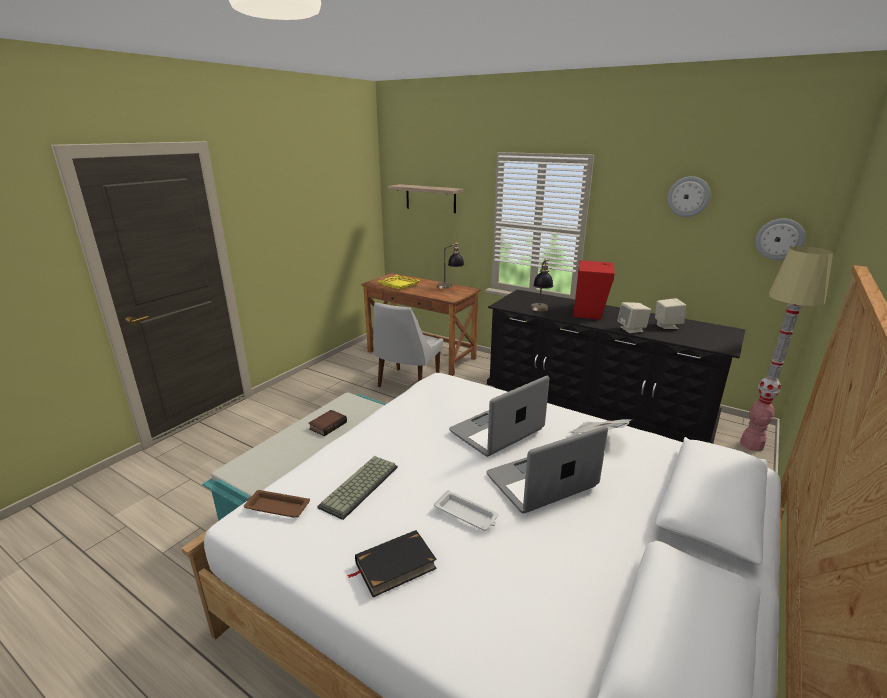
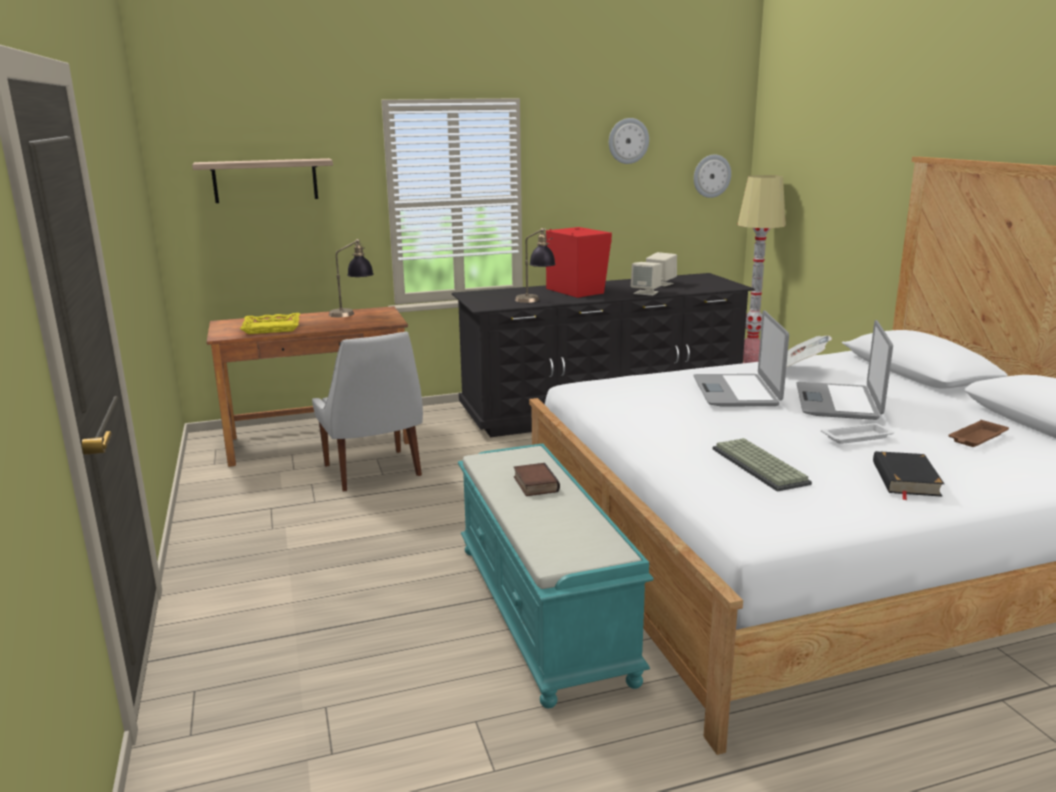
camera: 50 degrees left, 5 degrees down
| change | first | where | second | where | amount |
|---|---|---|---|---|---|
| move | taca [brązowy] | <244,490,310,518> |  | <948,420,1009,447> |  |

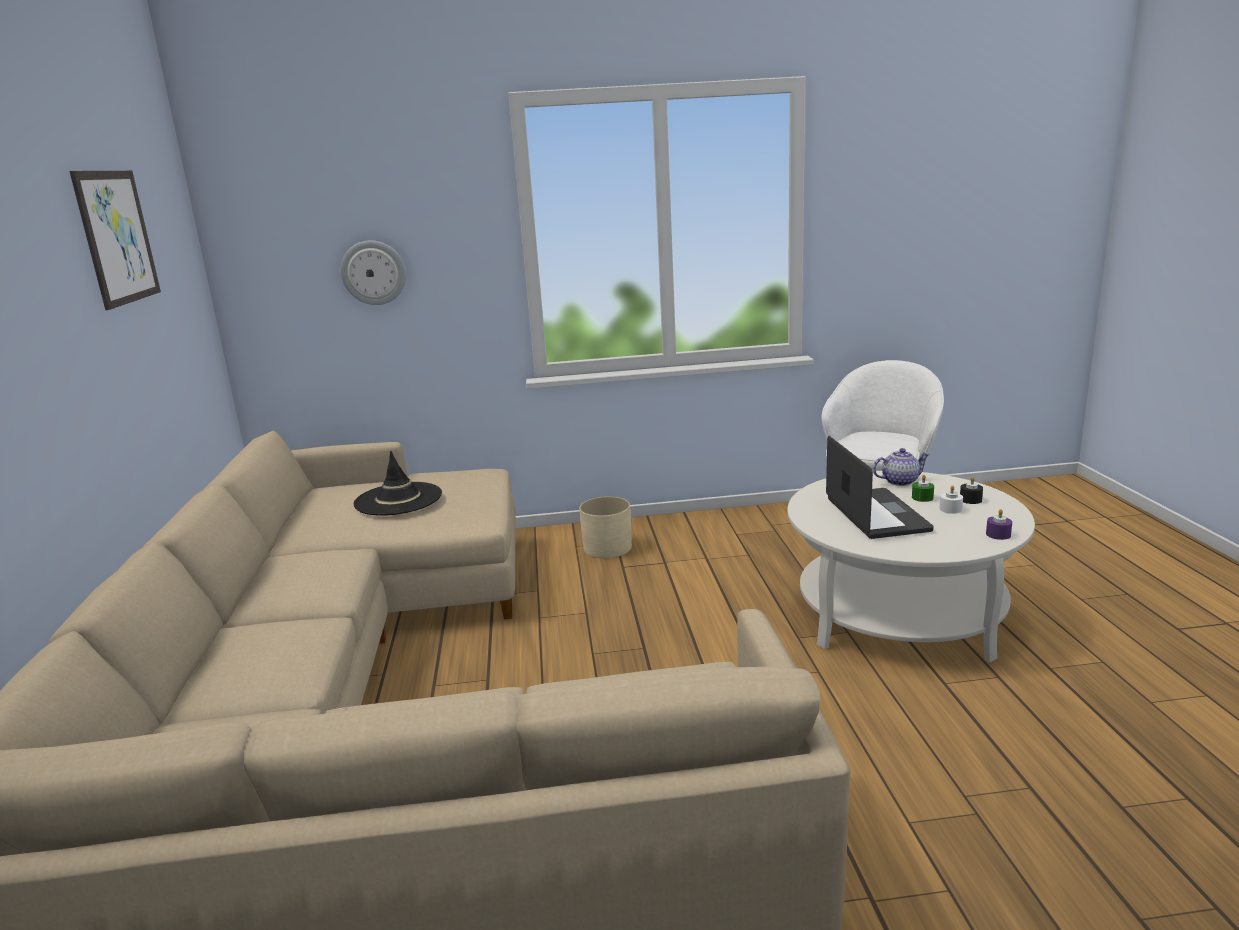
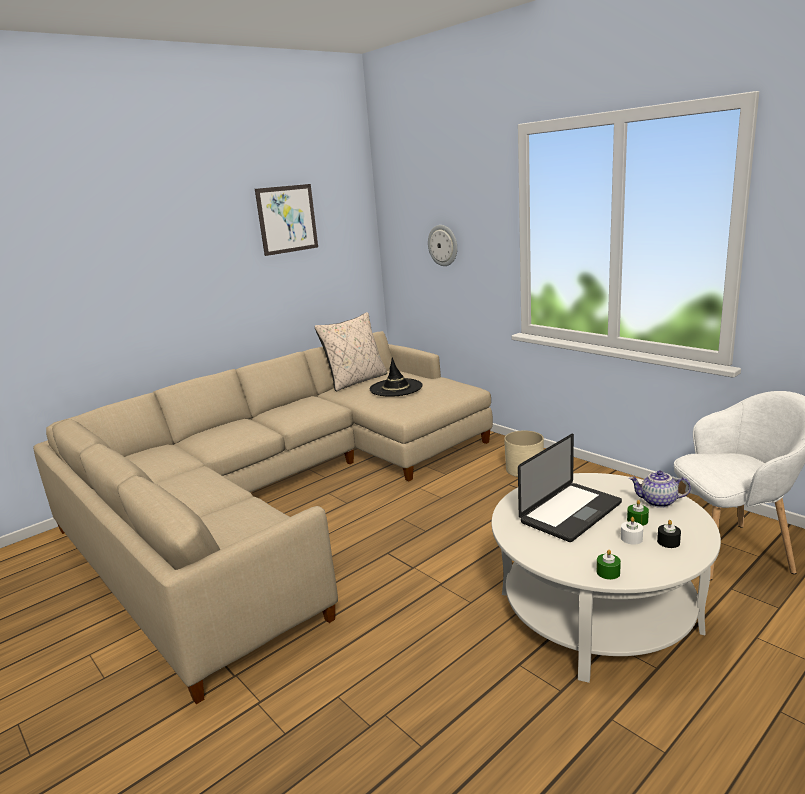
camera: 55 degrees right, 0 degrees up
| change | first | where | second | where | amount |
|---|---|---|---|---|---|
| insert |  |  | poduszka [beżowy] | <315,312,387,391> |  |
| recolor | świeca [fioletowy] | <986,509,1012,540> | świeca [zielony] | <597,549,621,580> |  |
| rotate | imbryk | <873,448,930,486> |  | <629,471,691,508> | 150 degrees clockwise |

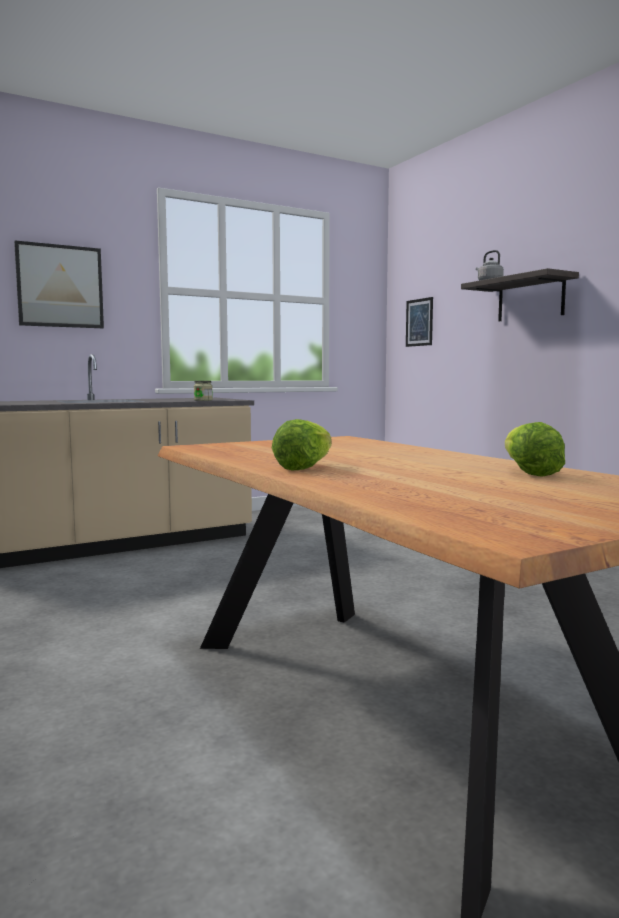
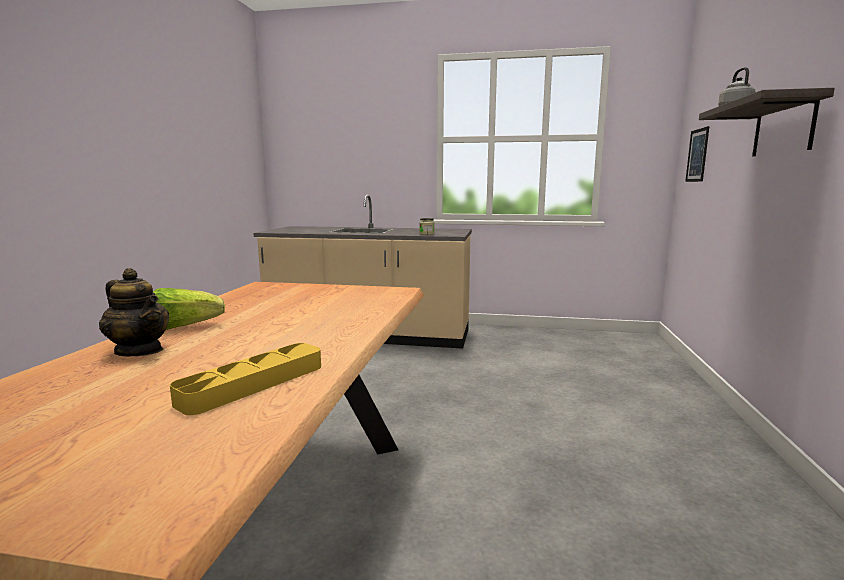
camera: 40 degrees right, 5 degrees up
| change | first | where | second | where | amount |
|---|---|---|---|---|---|
| insert |  |  | imbryk | <99,268,169,356> |  |
| replace | sałata | <505,422,565,477> | taca [żółty] | <170,343,321,415> |  |
| delete | obraz | <14,240,104,328> |  |  |  |

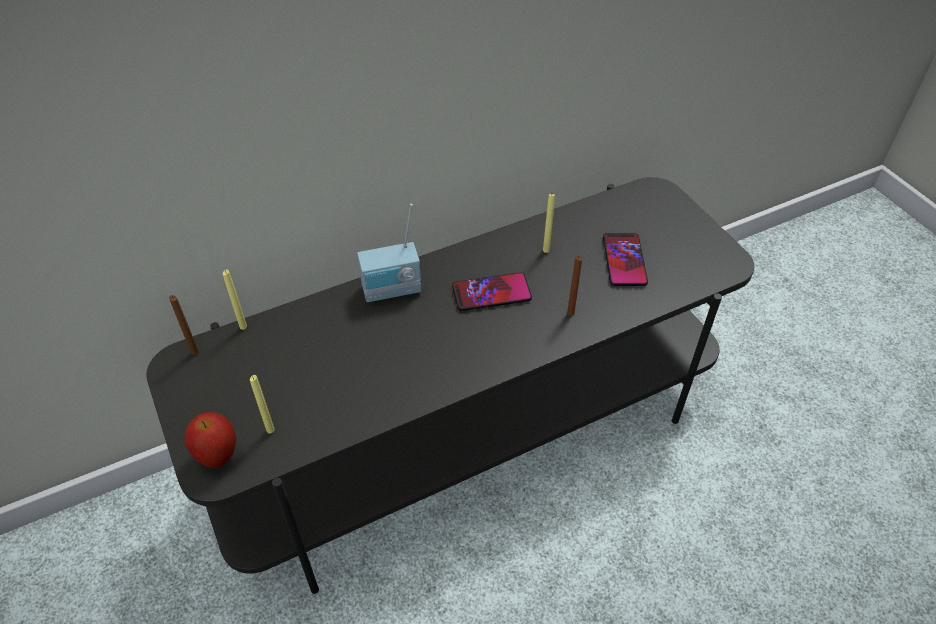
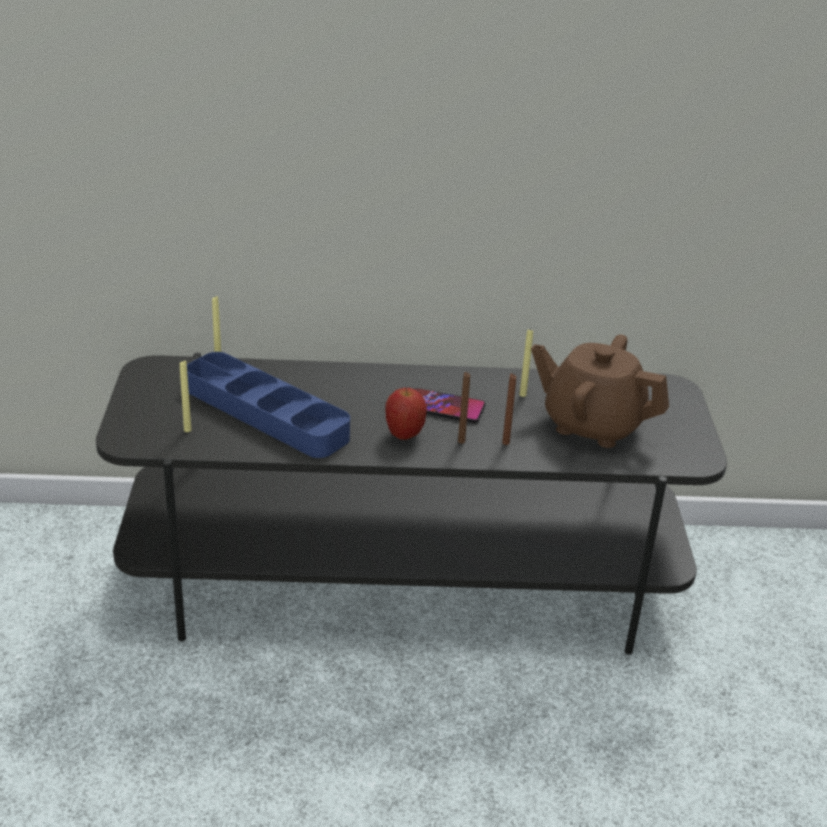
camera: 25 degrees right, 15 degrees down
| change | first | where | second | where | amount |
|---|---|---|---|---|---|
| insert |  |  | taca [niebieski] | <187,352,350,458> |  |
| move | jabłko | <184,412,237,468> |  | <385,388,427,440> |  |
| move | świeca [brązowy] | <169,295,199,355> |  | <458,372,470,444> |  |
| replace | telefon | <603,233,648,286> | imbryk [brązowy] | <531,334,669,448> |  |
| delete | radio | <357,204,421,302> |  |  |  |

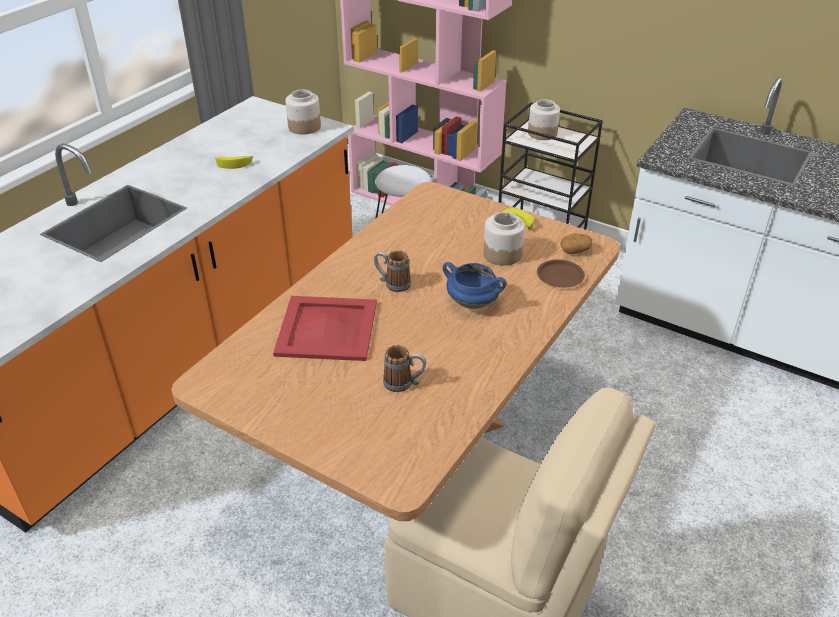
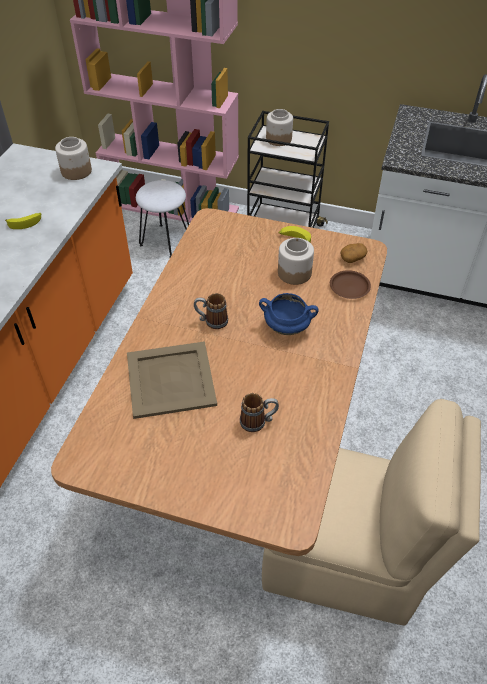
camera: 15 degrees left, 10 degrees up
| change | first | where | second | where | amount |
|---|---|---|---|---|---|
| recolor | taca [czerwony] | <273,296,377,361> | taca [beżowy] | <127,341,217,419> |  |

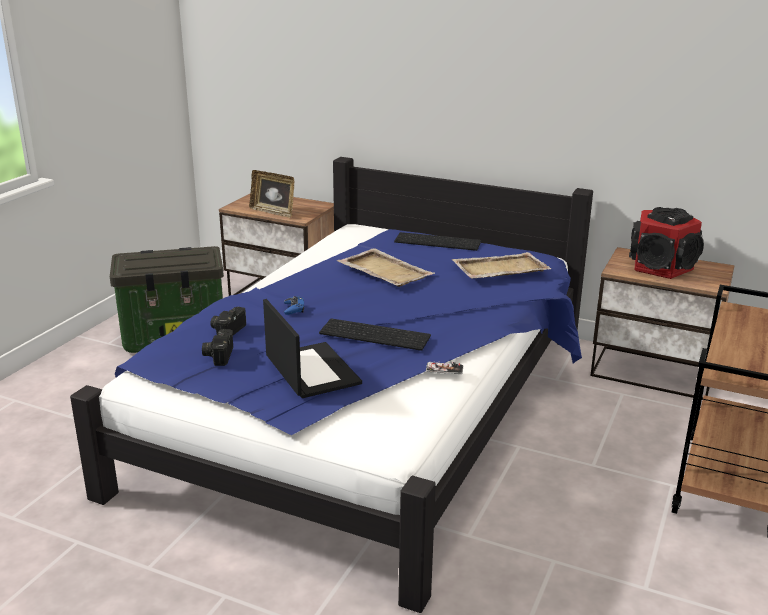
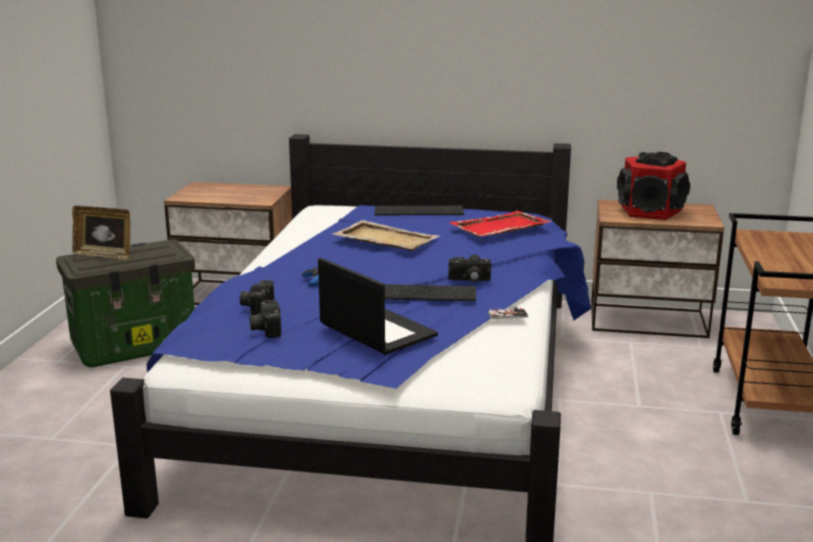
camera: 15 degrees left, 5 degrees down
| change | first | where | second | where | amount |
|---|---|---|---|---|---|
| move | ramka na zdjęcie | <249,170,294,218> |  | <72,206,130,260> |  |
| insert |  |  | aparat fotograficzny | <448,255,491,282> |  |
| recolor | taca [beżowy] | <452,252,551,278> | taca [czerwony] | <449,211,551,236> |  |

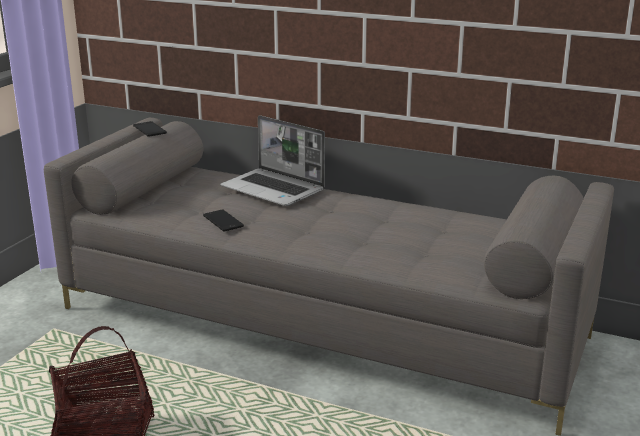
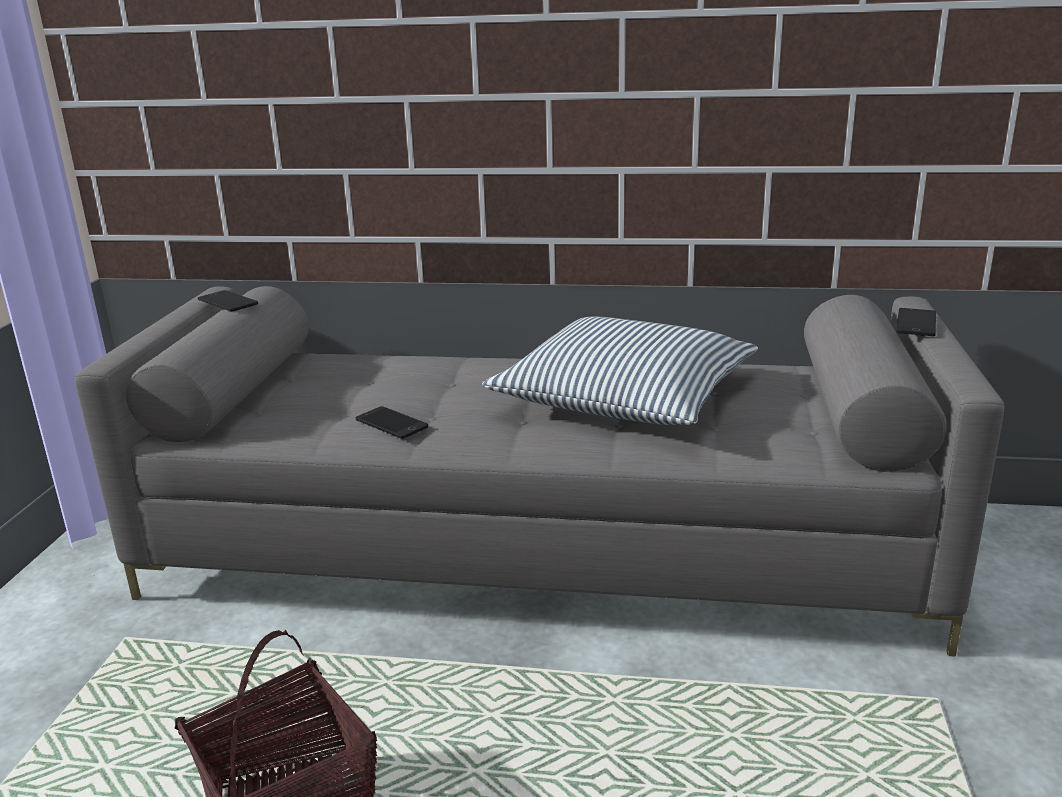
camera: 15 degrees left, 0 degrees up
| change | first | where | second | where | amount |
|---|---|---|---|---|---|
| insert |  |  | poduszka | <482,317,758,425> |  |
| insert |  |  | telefon | <896,308,936,336> |  |
| delete | laptop | <220,115,325,206> |  |  |  |

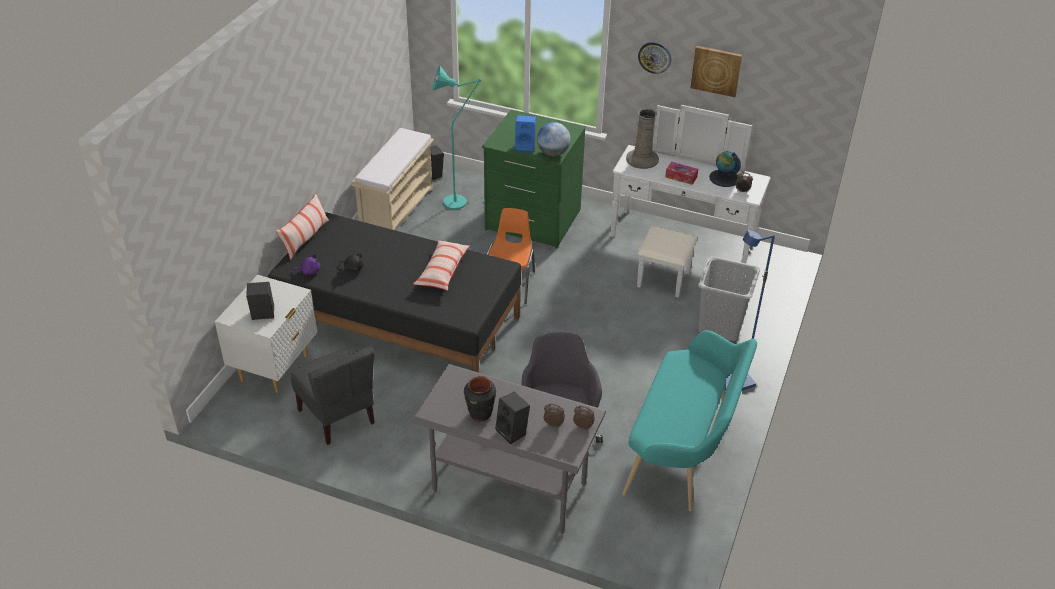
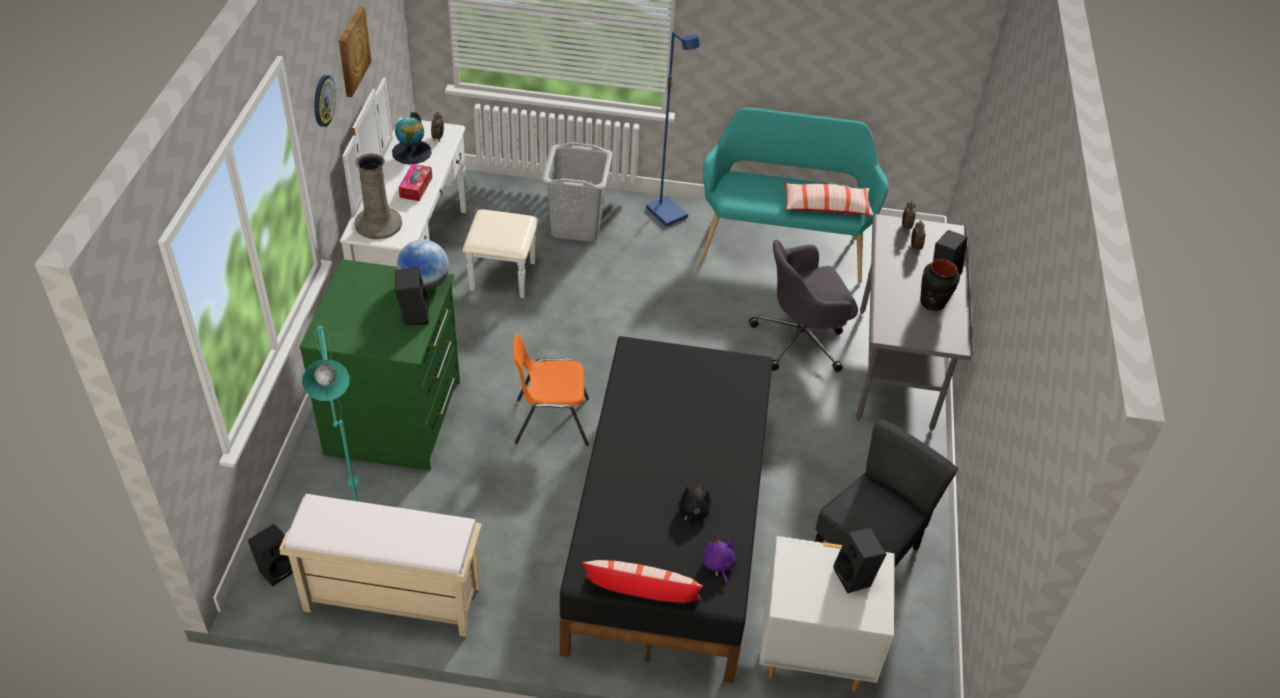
camera: 105 degrees left, 5 degrees up
| change | first | where | second | where | amount |
|---|---|---|---|---|---|
| recolor | głośnik [niebieski] | <515,115,536,153> | głośnik [czarny] | <395,267,429,325> |  |
| move | poduszka | <414,240,470,291> |  | <784,183,873,216> |  |

